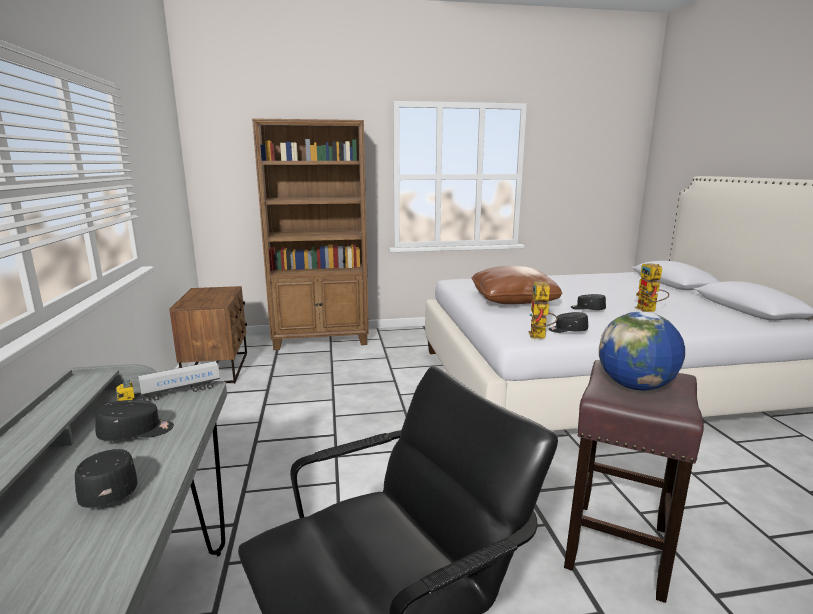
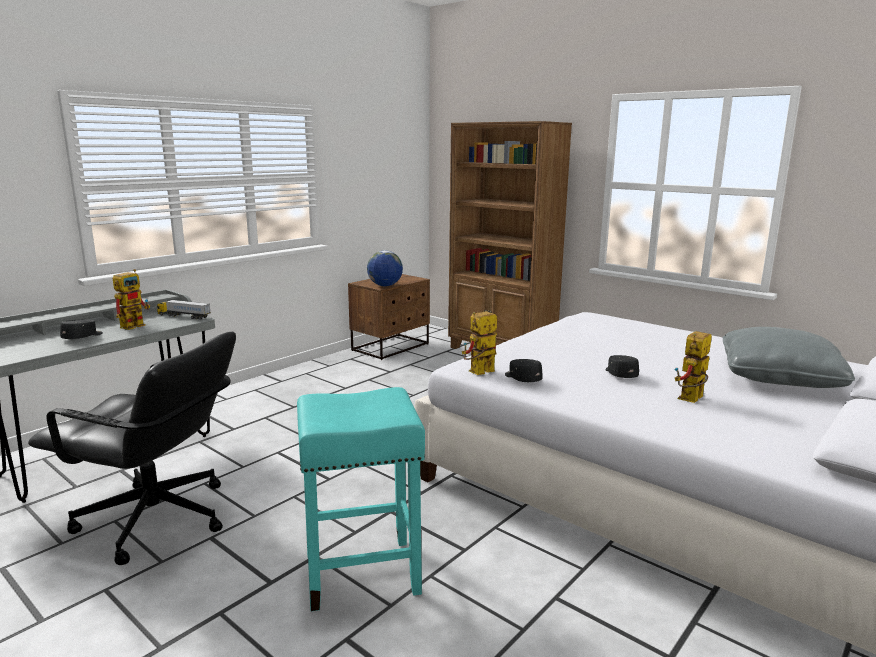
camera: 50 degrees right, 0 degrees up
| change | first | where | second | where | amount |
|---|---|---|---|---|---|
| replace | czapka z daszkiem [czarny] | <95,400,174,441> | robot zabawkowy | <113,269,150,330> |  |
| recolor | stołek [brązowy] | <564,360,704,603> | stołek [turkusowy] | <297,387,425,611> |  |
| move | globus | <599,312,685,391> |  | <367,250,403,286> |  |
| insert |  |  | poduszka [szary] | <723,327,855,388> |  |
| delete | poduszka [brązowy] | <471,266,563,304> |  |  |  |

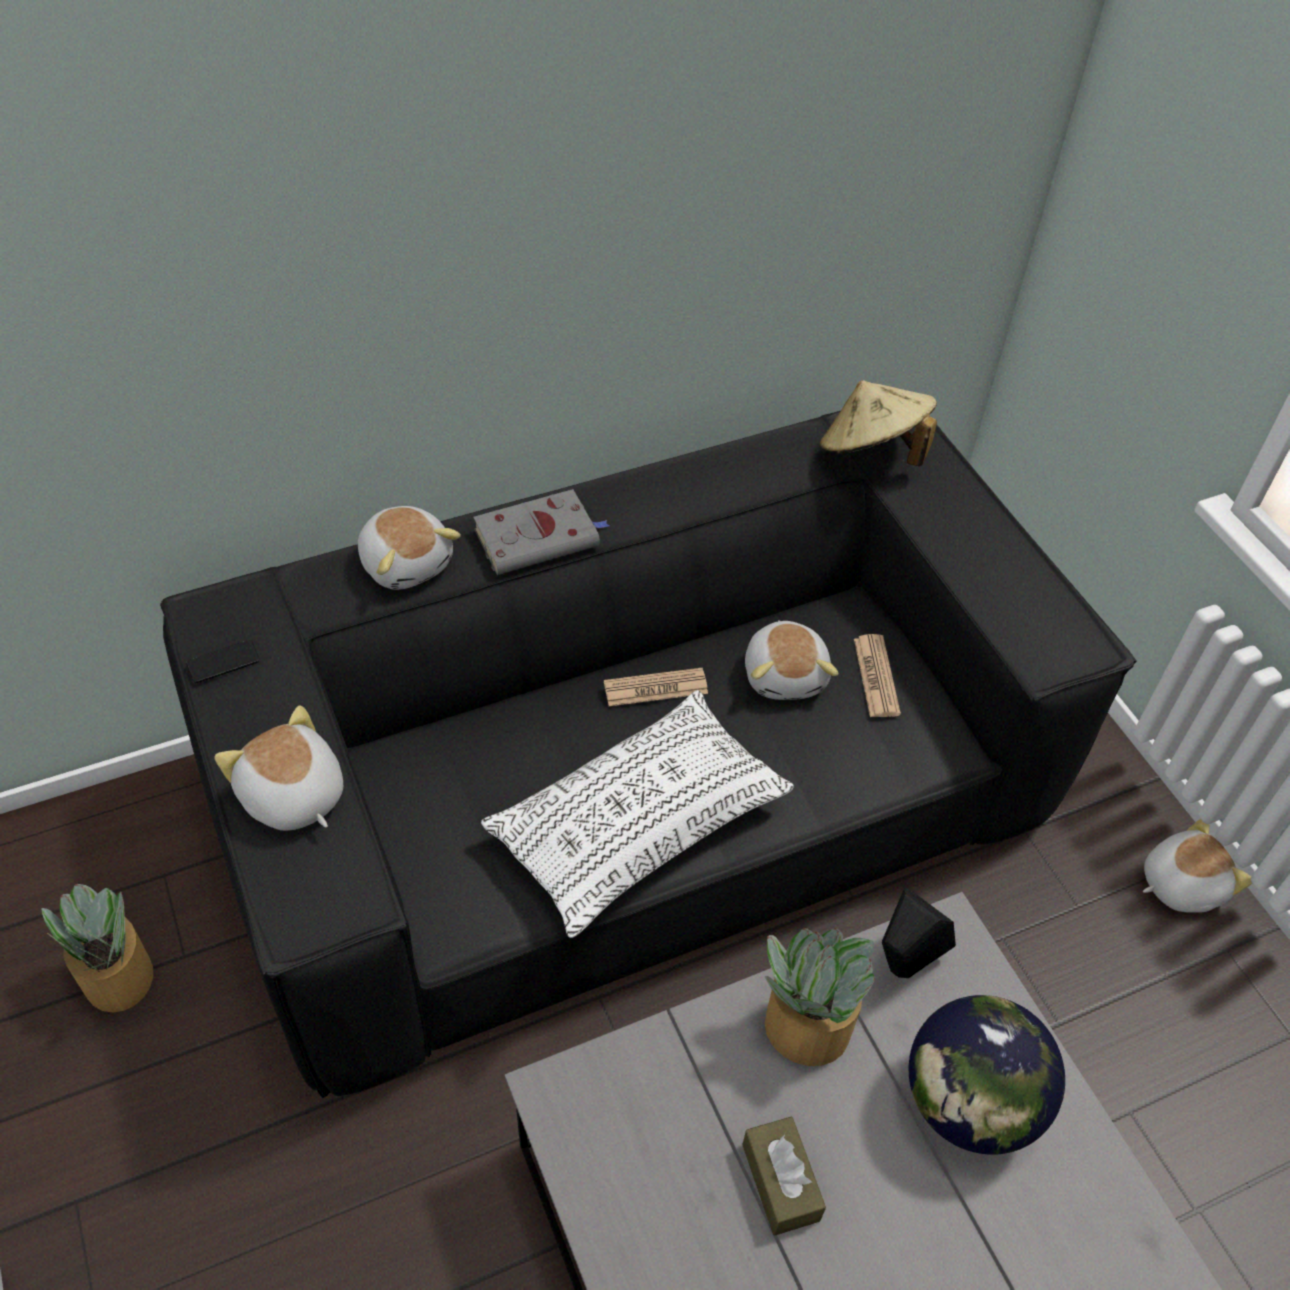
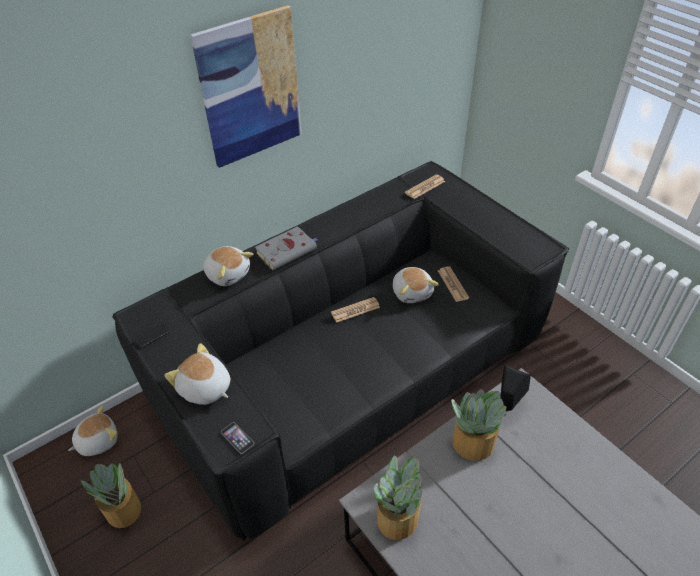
camera: 10 degrees left, 5 degrees down
| change | first | where | second | where | amount |
|---|---|---|---|---|---|
| move | pluszak | <1143,819,1253,913> |  | <68,405,118,456> |  |
| insert |  |  | obraz | <190,5,302,168> |  |
| insert |  |  | telefon | <221,422,254,454> |  |
| insert |  |  | roślina doniczkowa | <374,455,422,540> |  |
| replace | kapelusz [beżowy] | <820,380,937,466> | gazeta | <405,174,445,199> |  |
| delete | poduszka [biały] | <481,690,794,938> |  |  |  |
| delete | pudełko chusteczek [brązowy] | <742,1117,826,1236> |  |  |  |
| delete | globus | <909,995,1065,1155> |  |  |  |

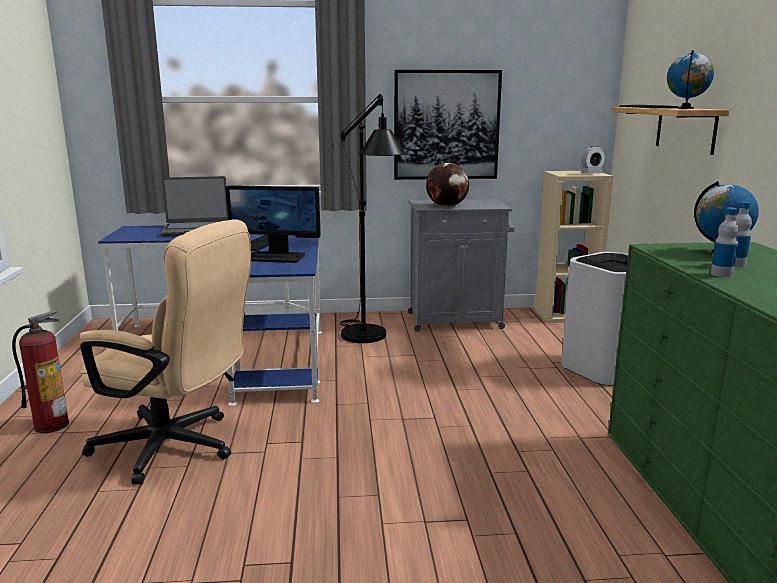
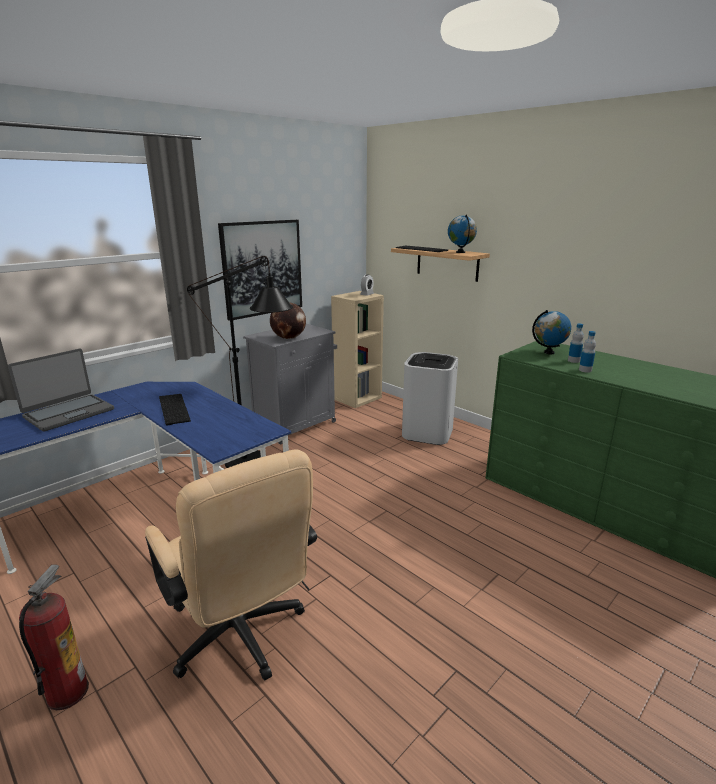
camera: 40 degrees left, 5 degrees up
| change | first | where | second | where | amount |
|---|---|---|---|---|---|
| rotate | krzesło biurowe [beżowy] | <80,219,251,485> |  | <145,450,317,681> | 75 degrees clockwise |
| delete | monitor | <225,185,321,263> |  |  |  |

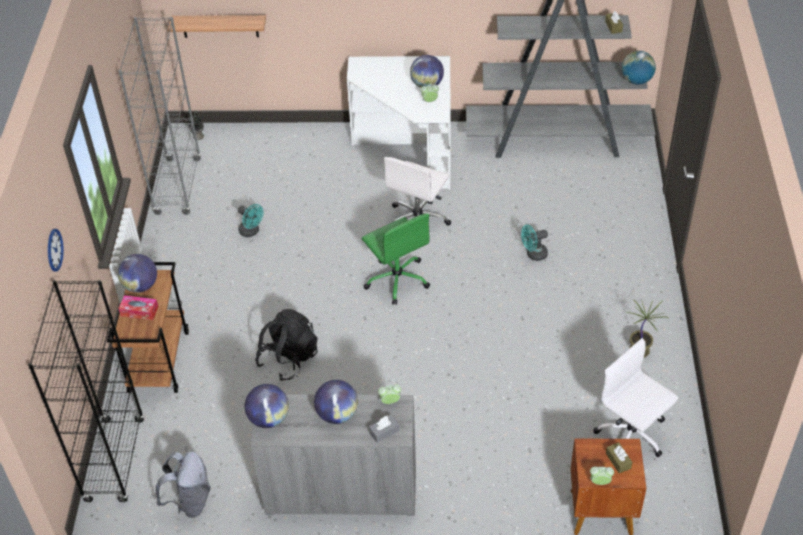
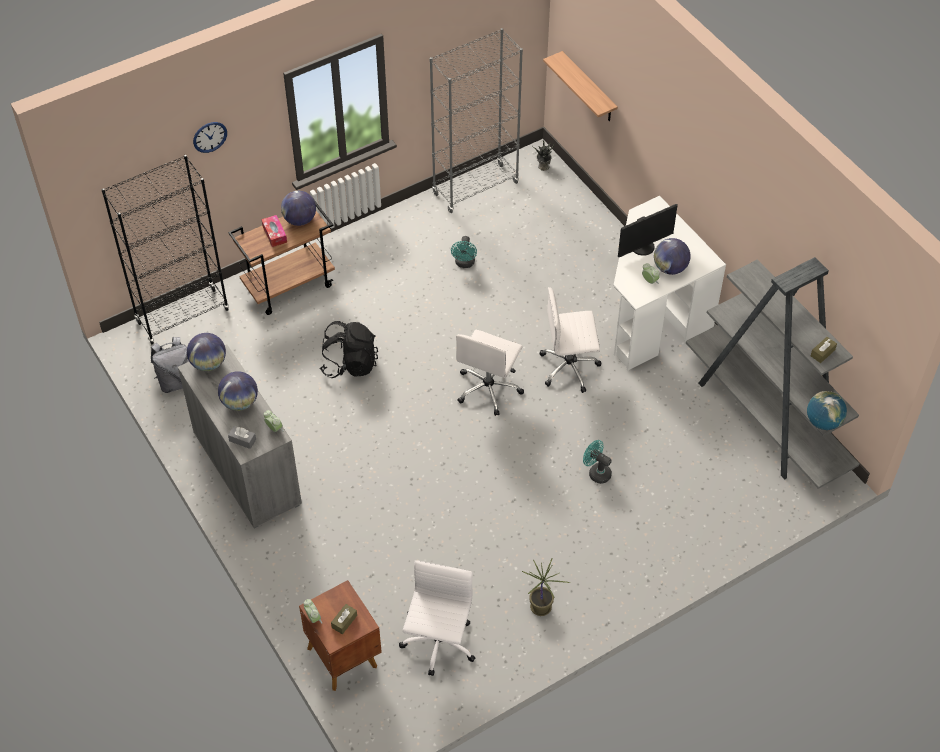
camera: 55 degrees right, 5 degrees up
| change | first | where | second | where | amount |
|---|---|---|---|---|---|
| recolor | krzesło biurowe [zielony] | <362,213,430,305> | krzesło biurowe [biały] | <456,330,524,416> |  |
| insert |  |  | monitor | <618,204,678,257> |  |

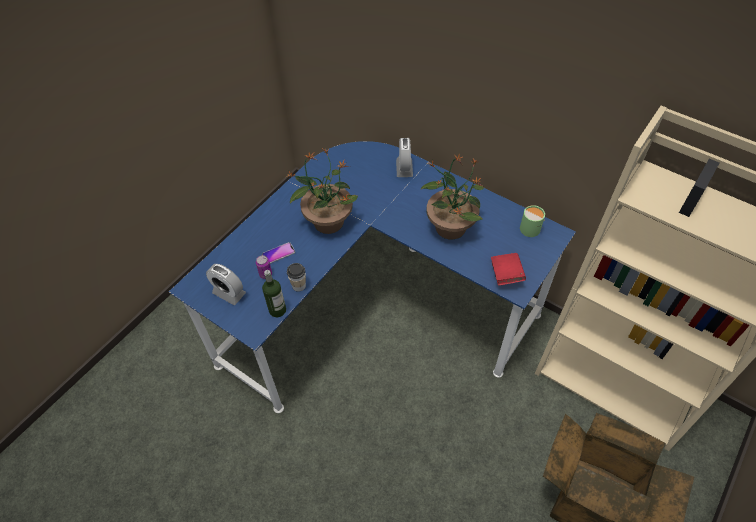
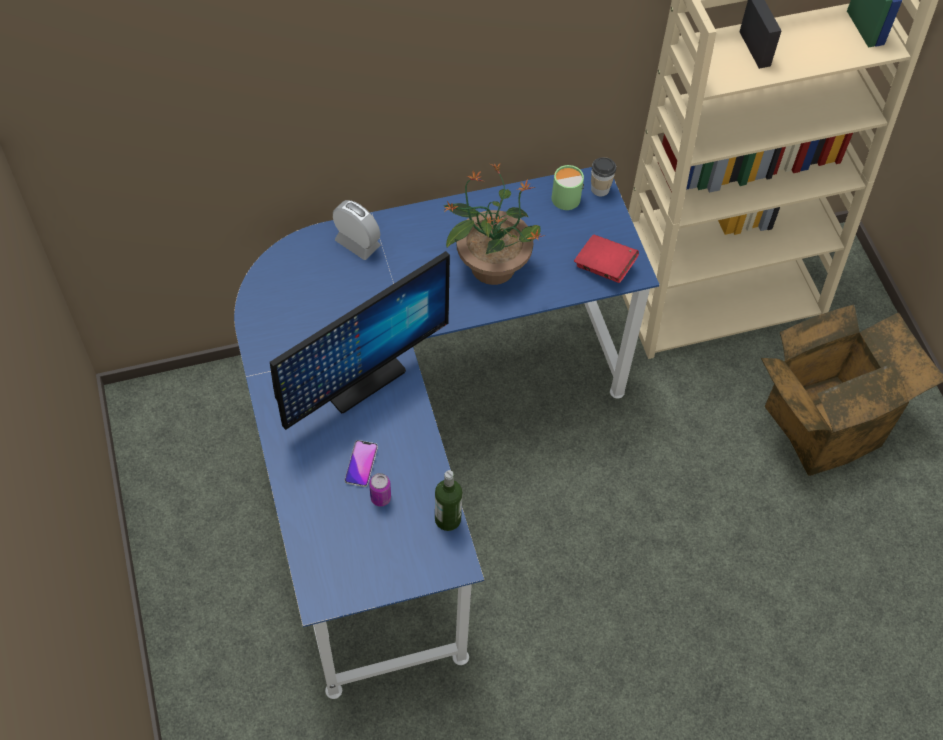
camera: 55 degrees left, 5 degrees up
| change | first | where | second | where | amount |
|---|---|---|---|---|---|
| replace | roślina doniczkowa | <287,148,358,234> | monitor | <270,251,450,430> |  |
| move | filiżanka | <287,263,306,292> |  | <591,157,616,196> |  |
| delete | budzik | <206,264,246,305> |  |  |  |

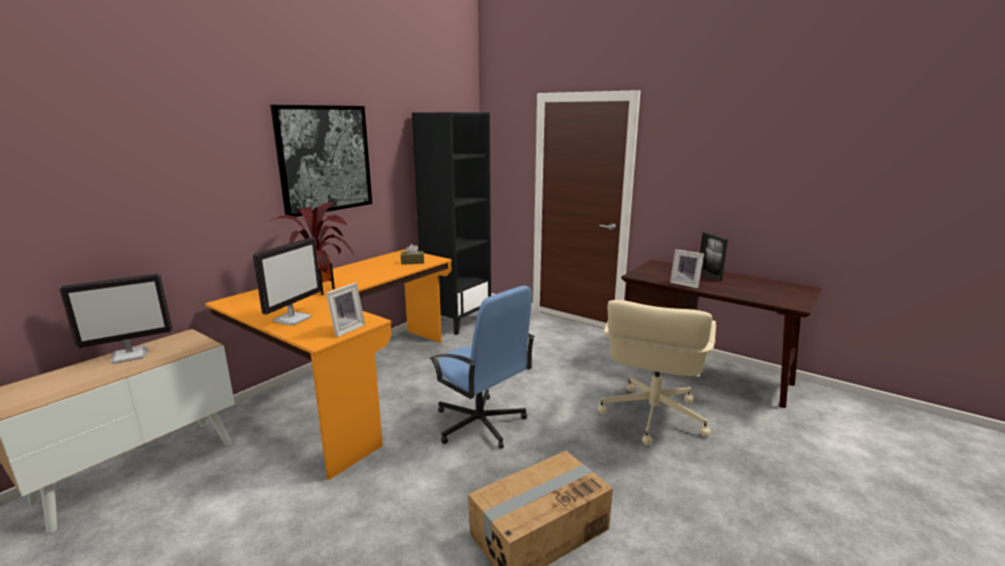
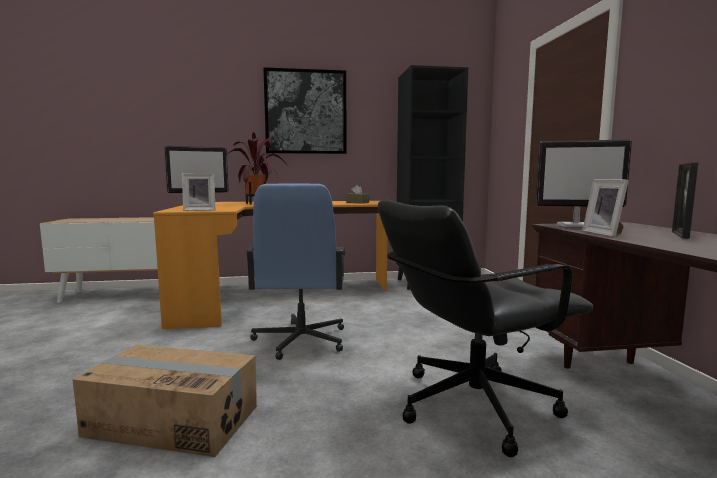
camera: 45 degrees right, 10 degrees down
| change | first | where | second | where | amount |
|---|---|---|---|---|---|
| recolor | krzesło biurowe [beżowy] | <598,300,716,446> | krzesło biurowe [czarny] | <378,200,594,457> |  |
| move | monitor | <59,274,172,364> |  | <536,139,632,228> |  |

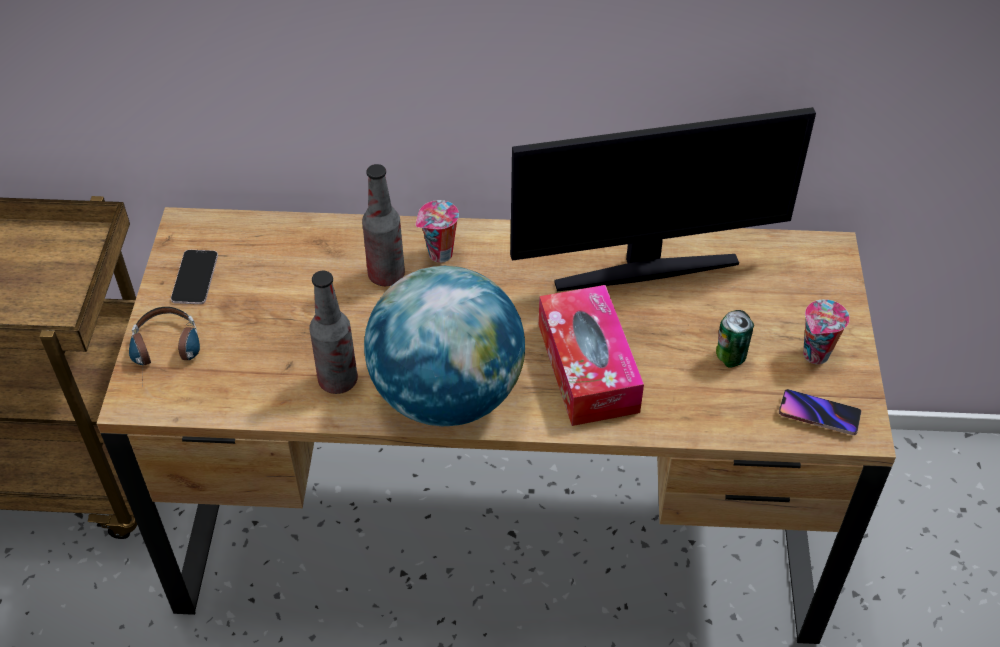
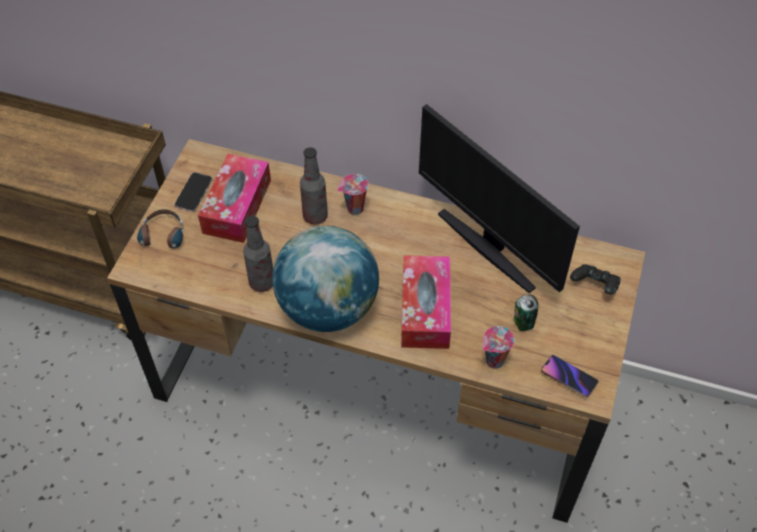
camera: 15 degrees right, 5 degrees up
| change | first | where | second | where | amount |
|---|---|---|---|---|---|
| insert |  |  | pudełko chusteczek | <198,154,271,243> |  |
| rotate | monitor | <510,107,816,291> |  | <419,104,580,293> | 45 degrees clockwise |
| move | filiżanka | <803,299,850,364> |  | <482,326,515,369> |  |
| insert |  |  | pad do gier [czarny] | <570,264,621,294> |  |

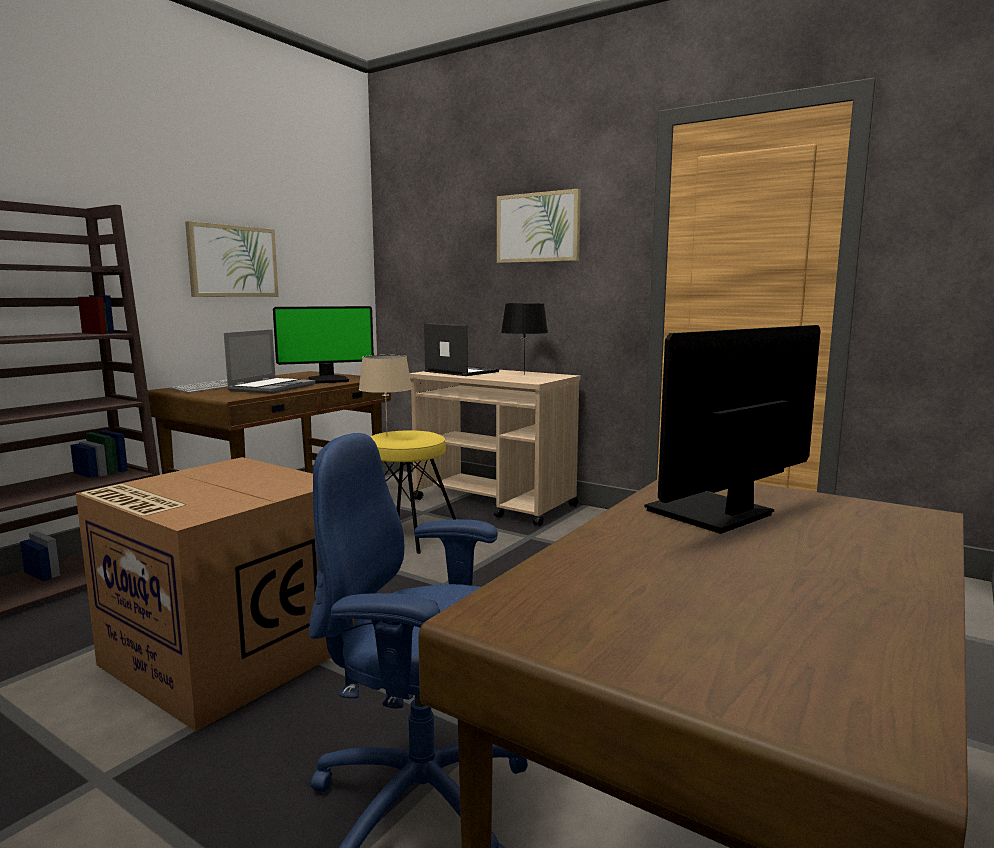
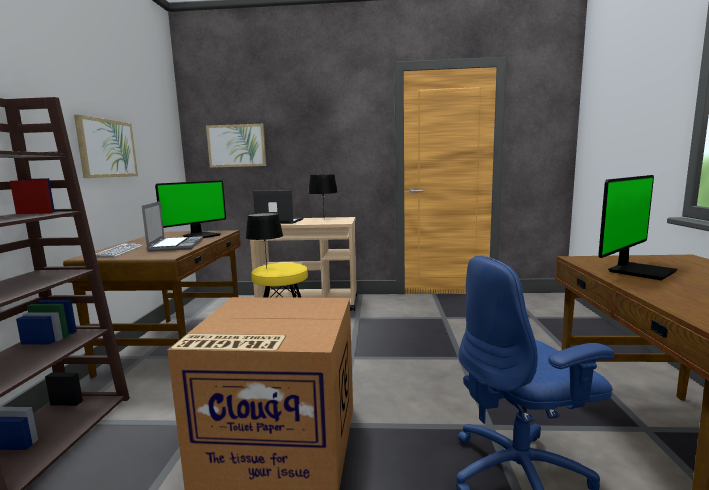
camera: 30 degrees left, 0 degrees up
| change | first | where | second | where | amount |
|---|---|---|---|---|---|
| move | obraz | <497,189,581,263> |  | <206,124,266,168> |  |
| recolor | lampa stołowa [beżowy] | <359,355,412,431> | lampa stołowa [czarny] | <246,213,283,267> |  |
| rotate | monitor | <644,325,821,534> |  | <598,175,677,280> | 150 degrees counterclockwise |

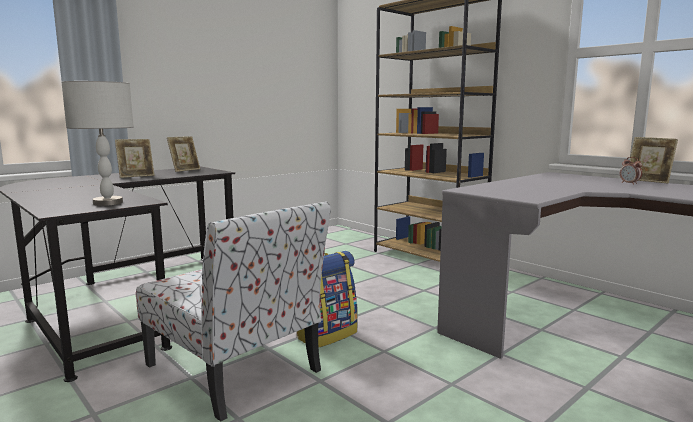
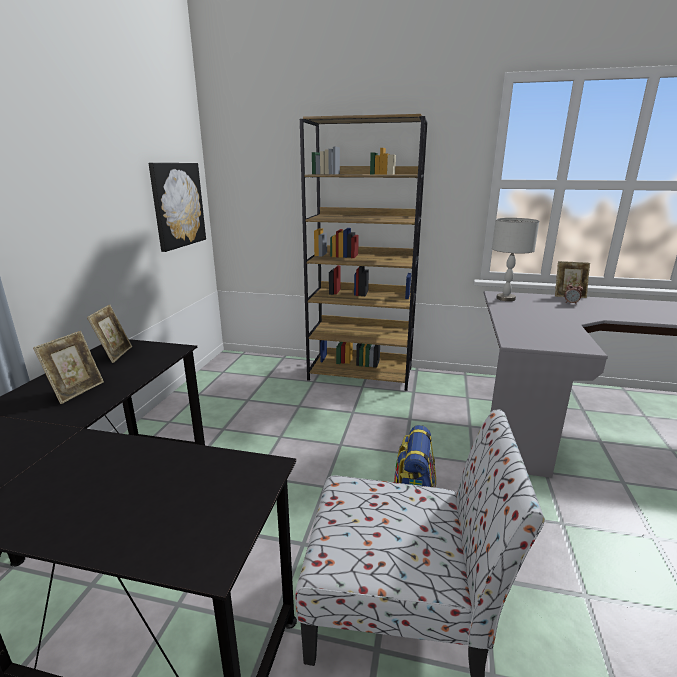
camera: 35 degrees left, 10 degrees up
| change | first | where | second | where | amount |
|---|---|---|---|---|---|
| insert |  |  | obraz | <148,163,206,252> |  |
| move | lampa stołowa [szary] | <61,81,134,206> |  | <492,218,539,301> |  |

